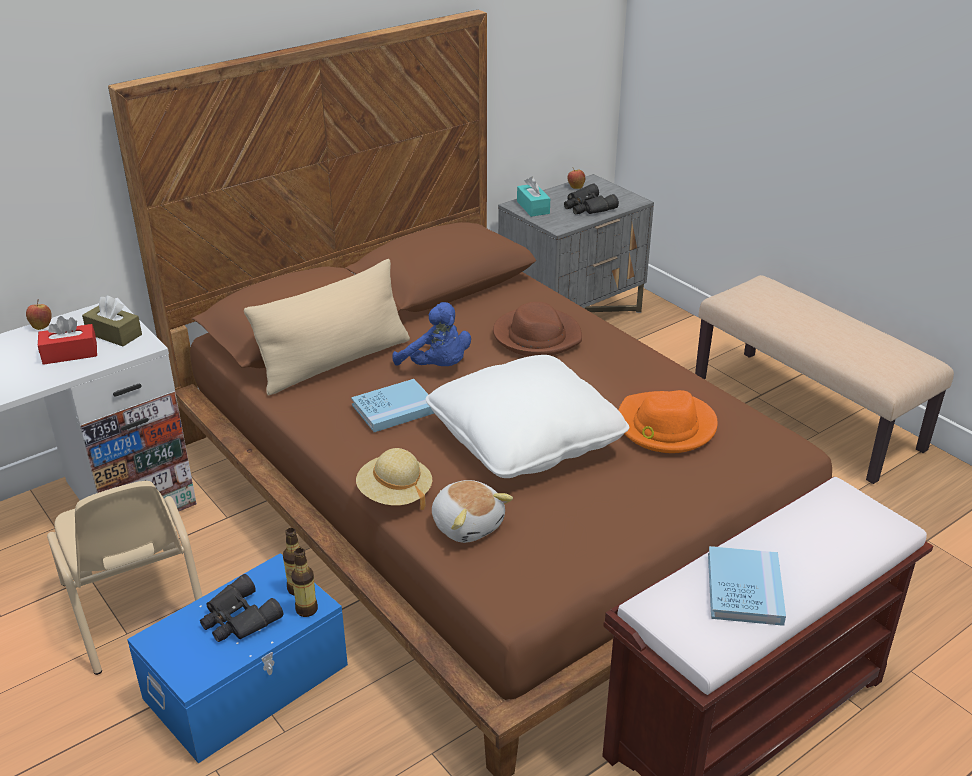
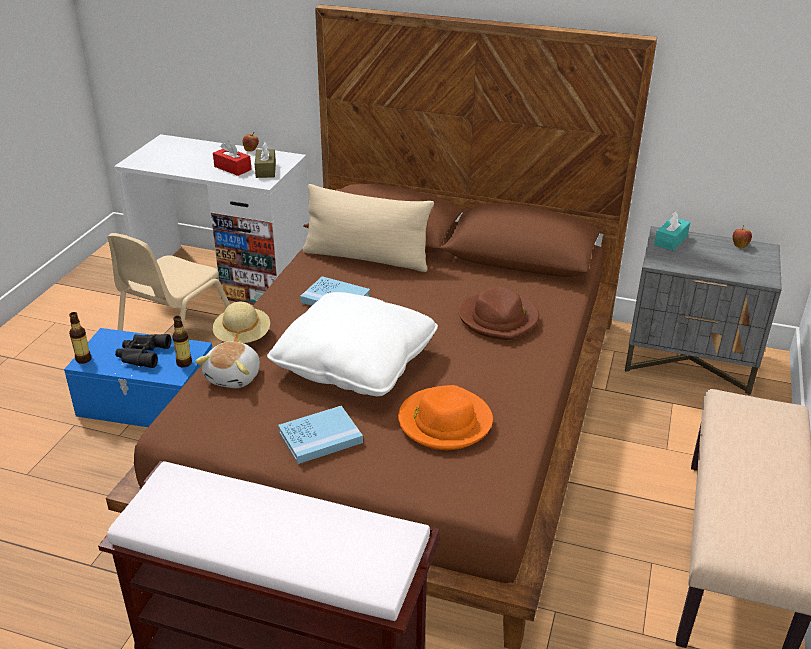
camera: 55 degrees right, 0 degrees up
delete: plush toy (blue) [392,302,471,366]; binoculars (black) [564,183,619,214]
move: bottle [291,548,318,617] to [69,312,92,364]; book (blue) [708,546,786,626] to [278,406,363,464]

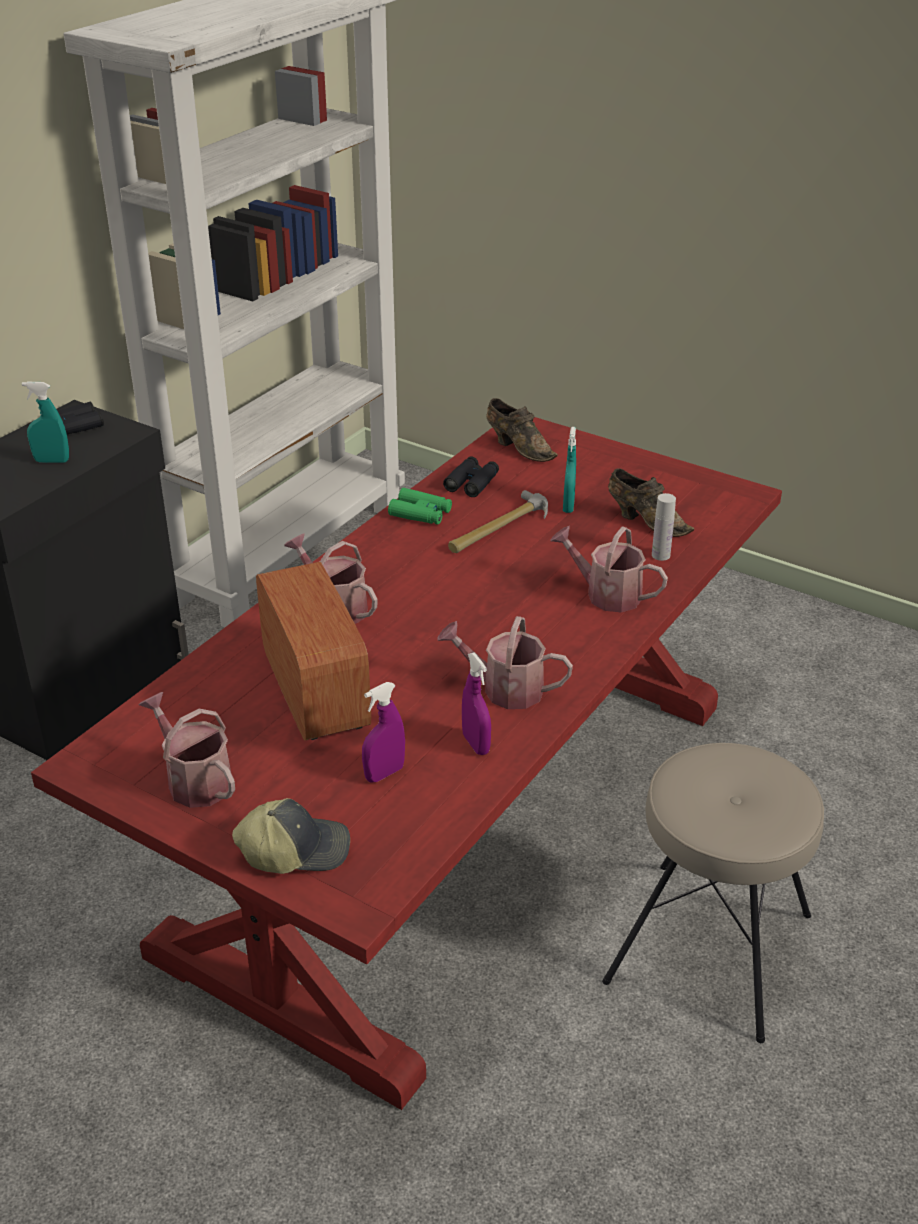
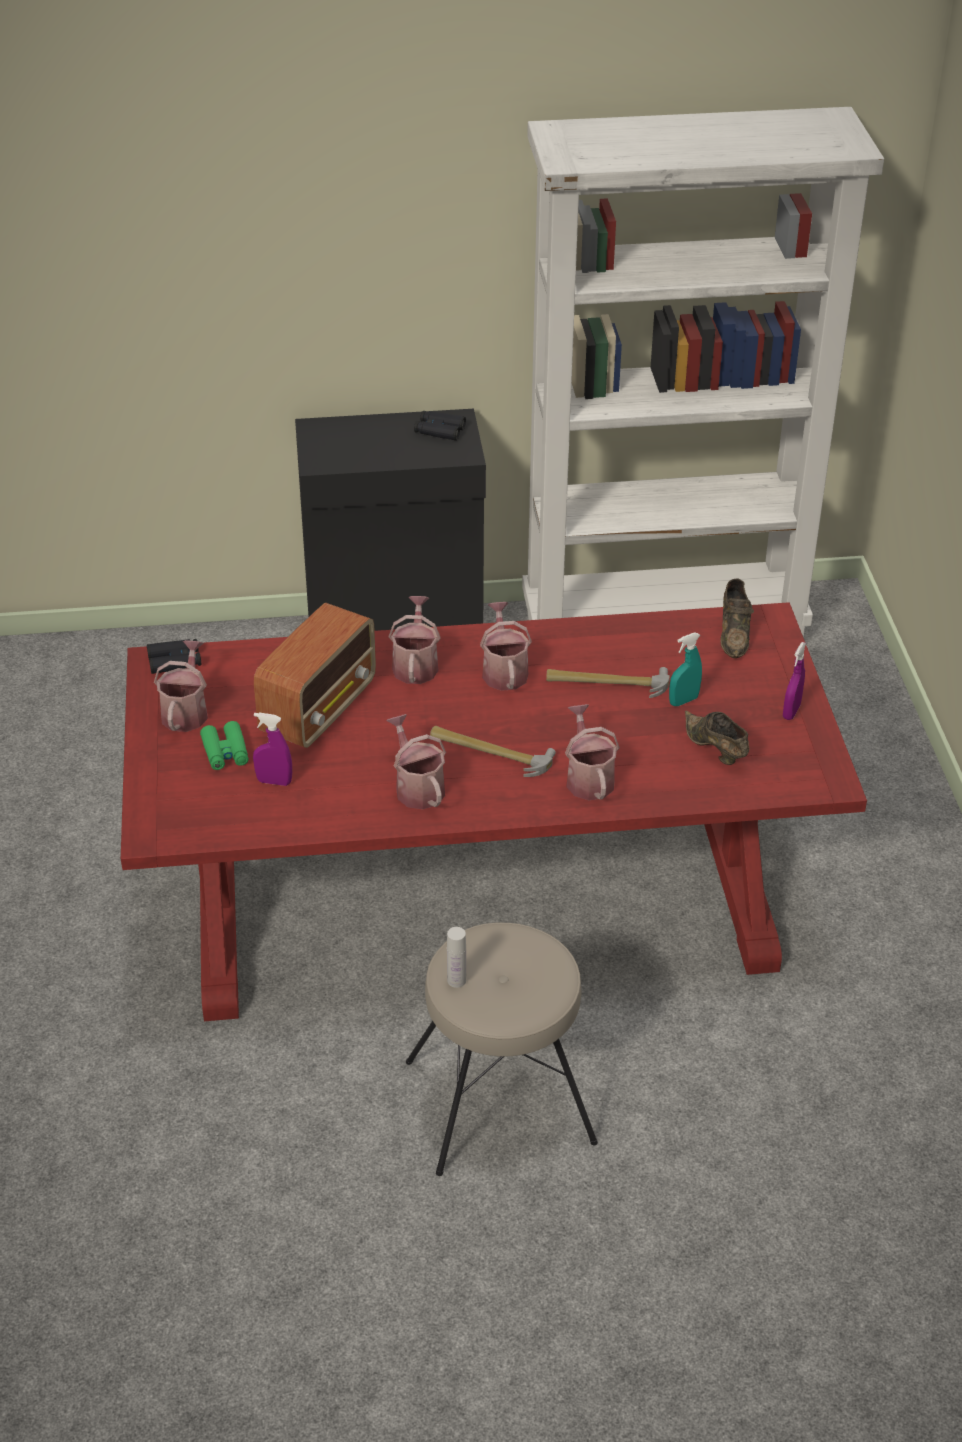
camera: 50 degrees right, 5 degrees up
delete: spray bottle (turquoise) [22,382,69,463]; cap [232,798,350,874]
insert: hammer [430,726,556,777]; watering can [480,602,532,691]
move: binoculars (black) [443,456,499,497] to [147,639,201,674]; binoculars (green) [388,488,452,525] to [200,721,249,770]; bottle (white) [652,493,676,561] to [447,927,466,988]; spray bottle (purple) [462,653,491,755] to [783,642,806,720]
rotate: shoe (brown) [608,468,694,537] = [685,710,749,765] 150 degrees clockwise

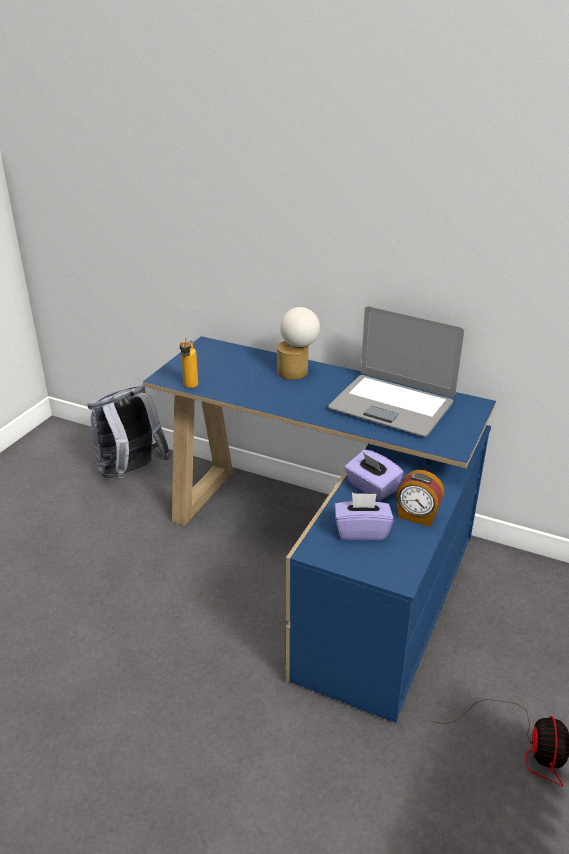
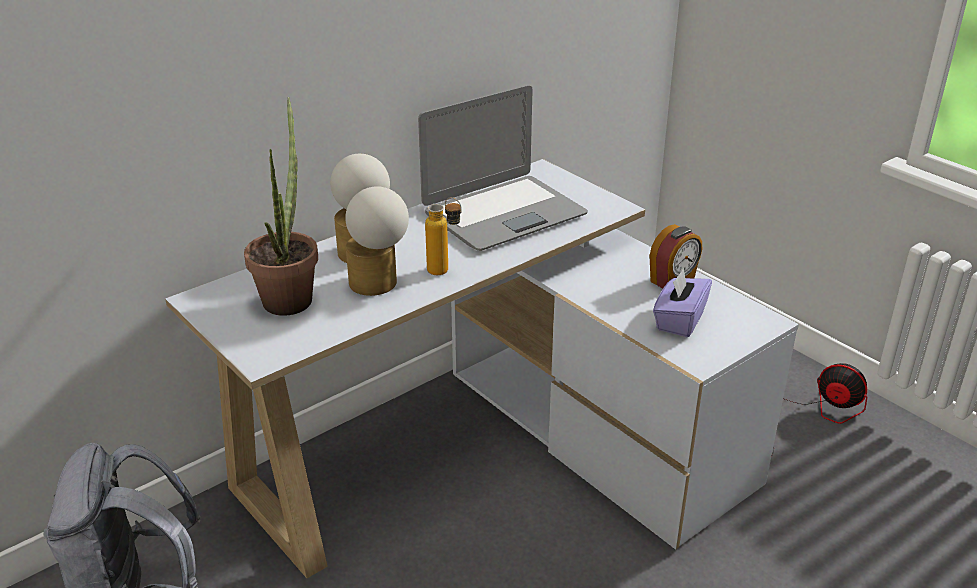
camera: 65 degrees left, 0 degrees up
delete: tissue box (purple) [344,449,404,501]
insert: potted plant [244,97,318,316]; table lamp [345,186,409,296]
move: bottle [180,337,198,388] to [425,197,462,275]
recolor: desk (blue) [143,336,496,723] to desk (white) [165,159,799,578]

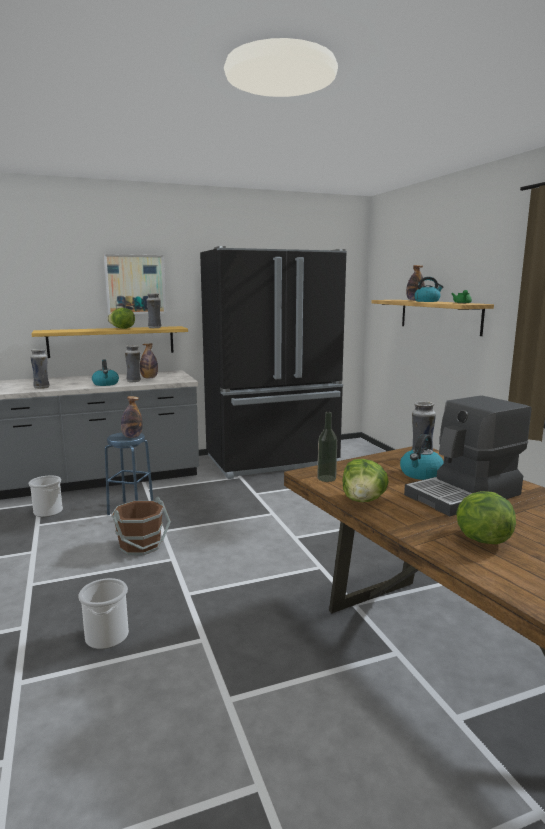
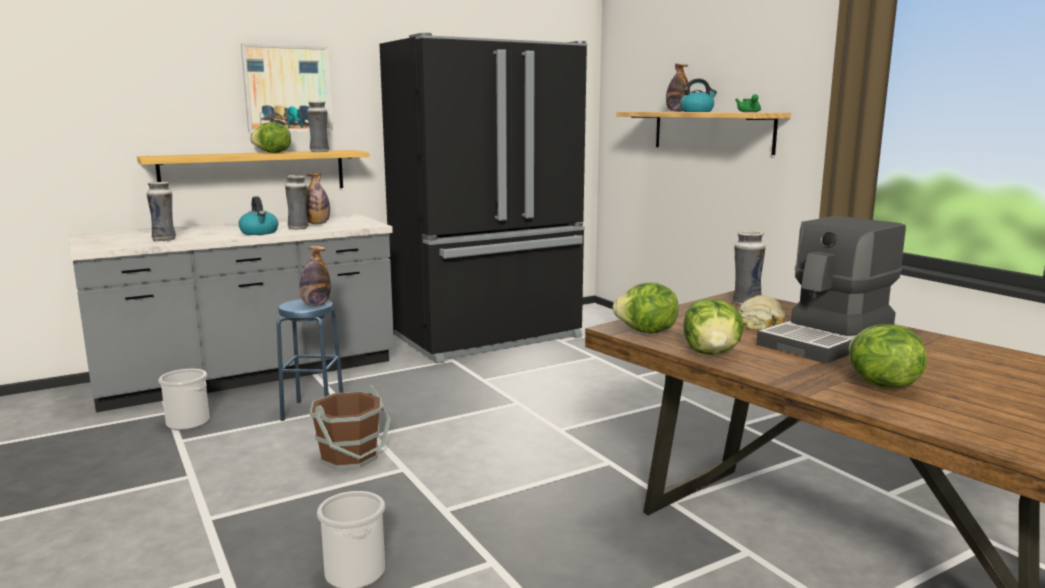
camera: 10 degrees left, 0 degrees up
replace: bottle [317,412,337,482] to lettuce [612,283,679,334]; kettle [400,434,444,480] to bread [739,295,785,330]

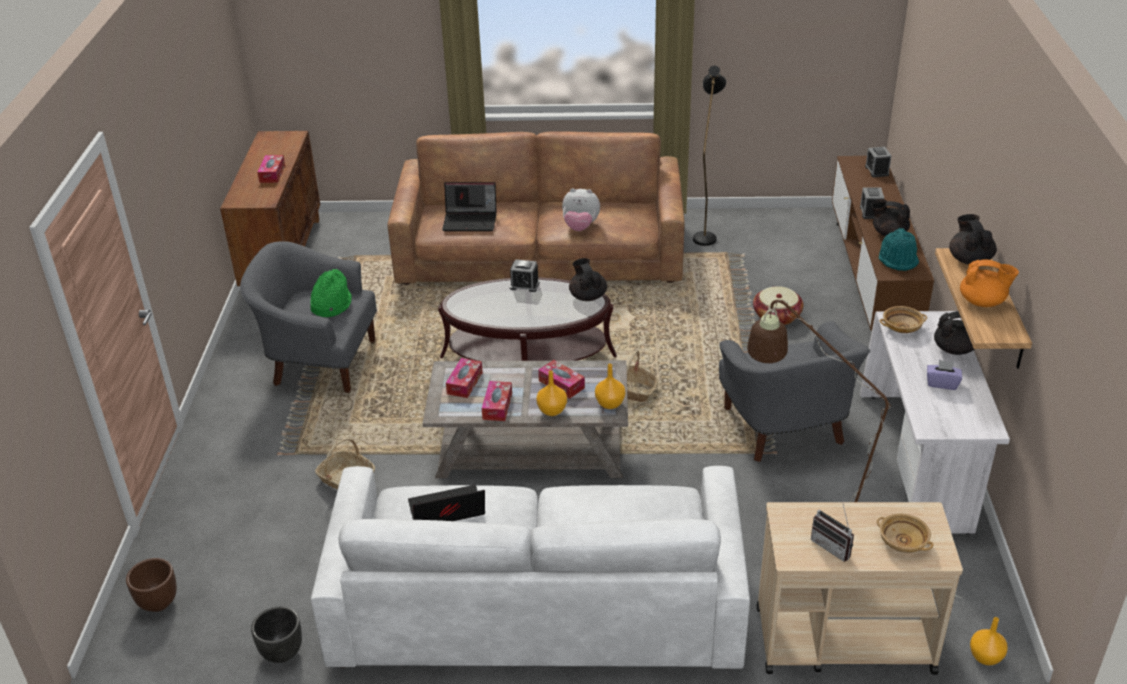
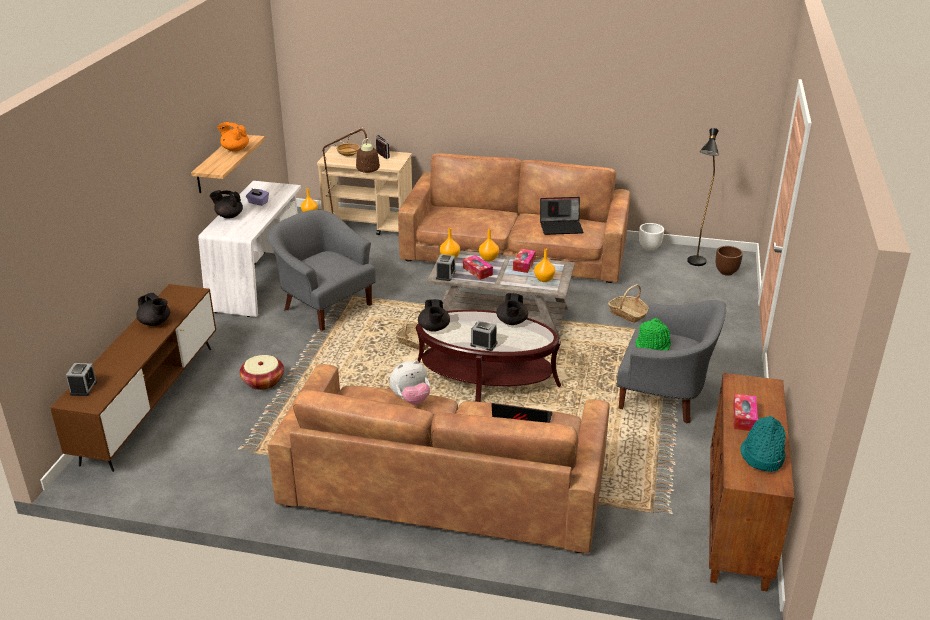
camera: 170 degrees left, 5 degrees down
delete: bowl (beige) [880,306,927,333]
move: alarm clock [860,187,884,219] to [436,254,455,281]; teapot (black) [949,214,997,265] to [496,293,528,325]; floor lamp (black) [693,65,726,246] to [687,128,719,266]; hat (turquoise) [879,228,919,271] to [740,416,786,472]
replace: tissue box [446,358,483,398] to vase (orange) [534,249,555,282]
recolor: sofa (white) [311,466,750,669] to sofa (brown) [398,153,630,283]; planter (black) [251,606,302,663] to planter (white) [639,223,664,251]
rotate: armchair (grey) [719,321,870,462] = [267,210,376,331] 45 degrees counterclockwise; plush toy [562,188,600,231] = [390,360,430,405] 135 degrees clockwise

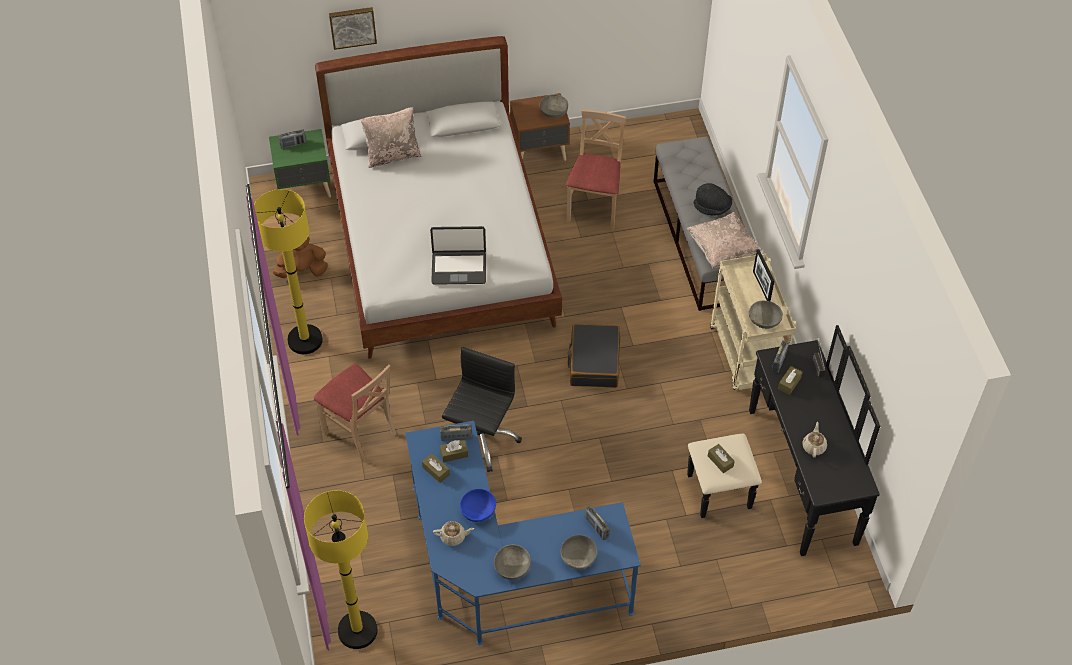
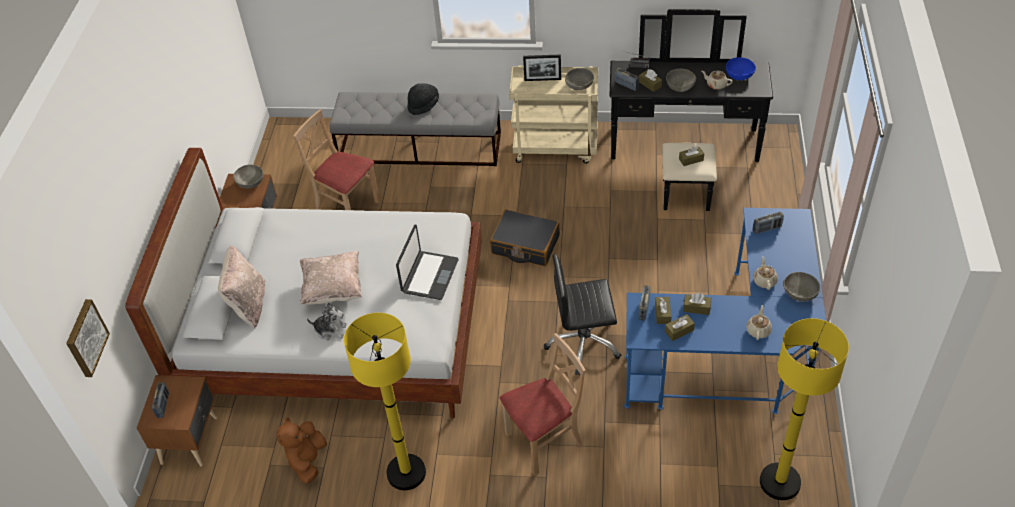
camera: 70 degrees left, 5 degrees down
insert: plush toy [307,302,347,340]; tissue box (brown) [683,293,711,315]; teapot (beige) [753,257,778,290]
move: picture [329,7,377,50] to [66,299,110,377]; pillow (beige) [687,212,762,269] to [300,251,362,305]; bowl (grey) [561,535,597,570] to [666,69,696,92]; bowl (blue) [460,489,496,522] to [726,57,756,80]
recolor: nightstand (green) [269,129,331,197] to nightstand (brown) [137,375,218,466]
rotate: office chair (black) [442,347,522,472] = [544,254,621,375] 45 degrees counterclockwise

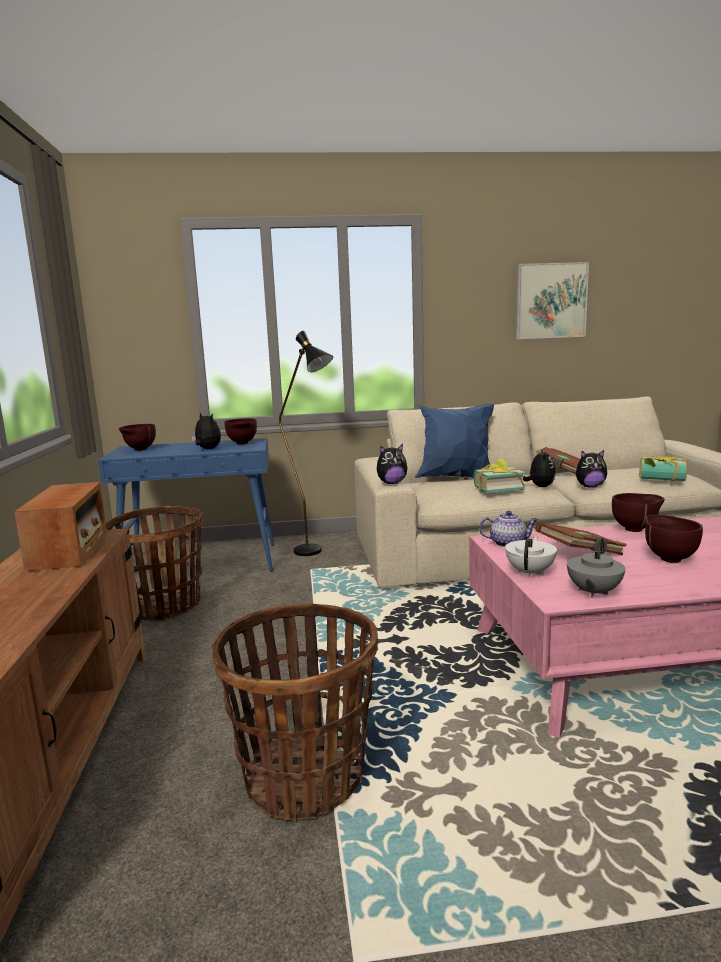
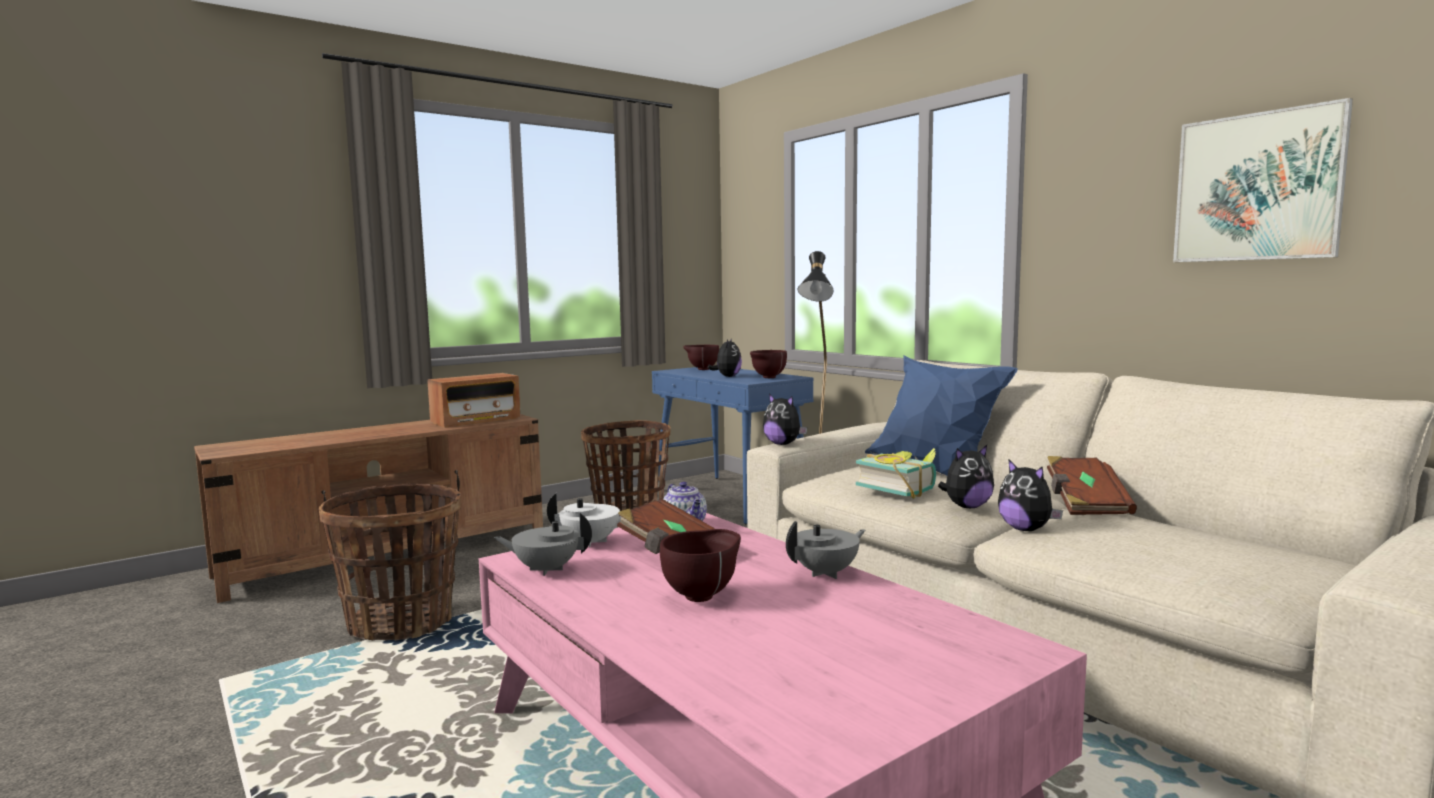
camera: 60 degrees right, 5 degrees down
delete: book [639,456,688,481]
replace: bowl (brown) [612,493,665,532] to teapot (grey) [786,521,865,579]

